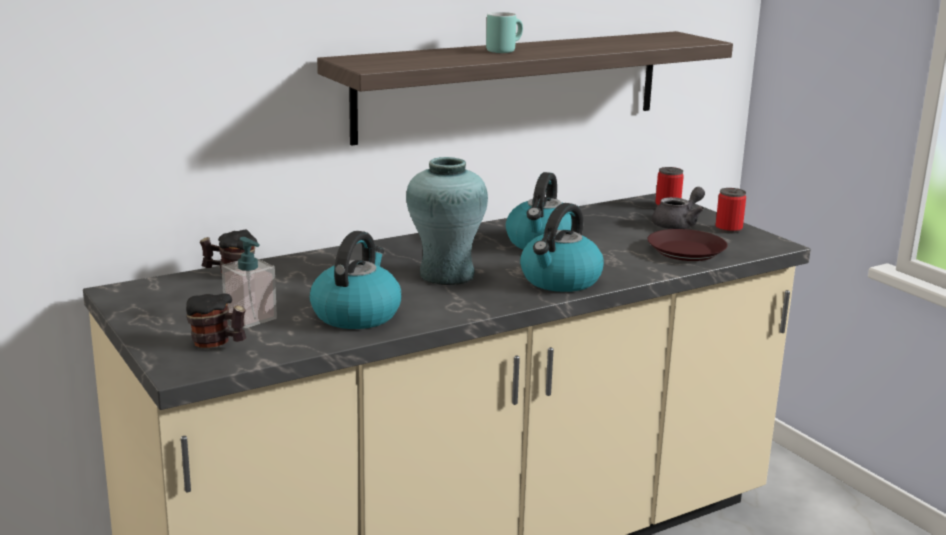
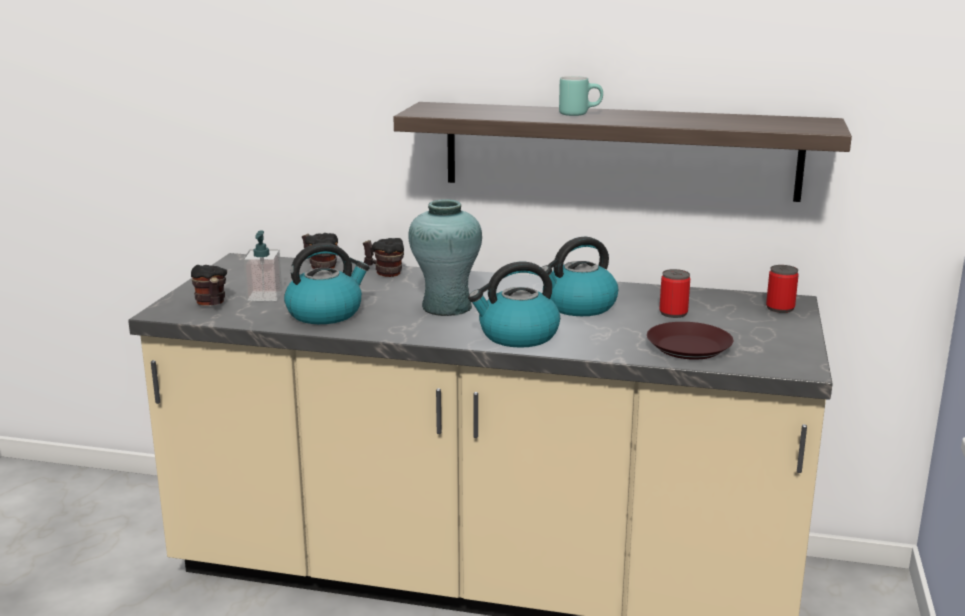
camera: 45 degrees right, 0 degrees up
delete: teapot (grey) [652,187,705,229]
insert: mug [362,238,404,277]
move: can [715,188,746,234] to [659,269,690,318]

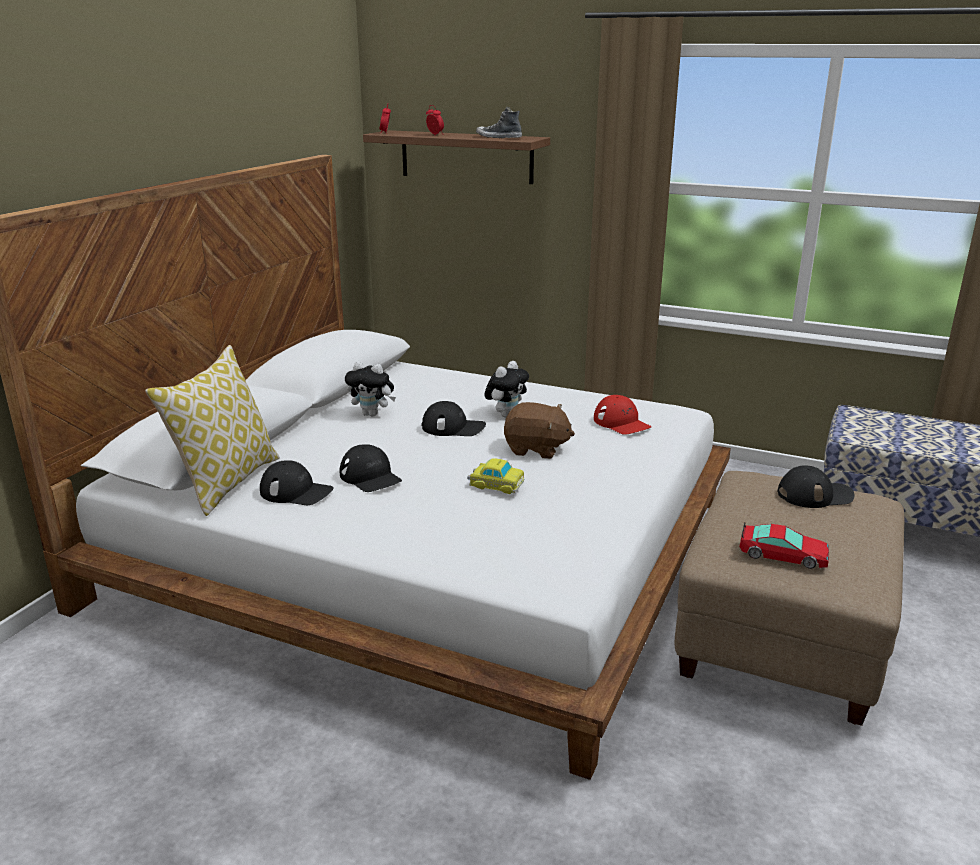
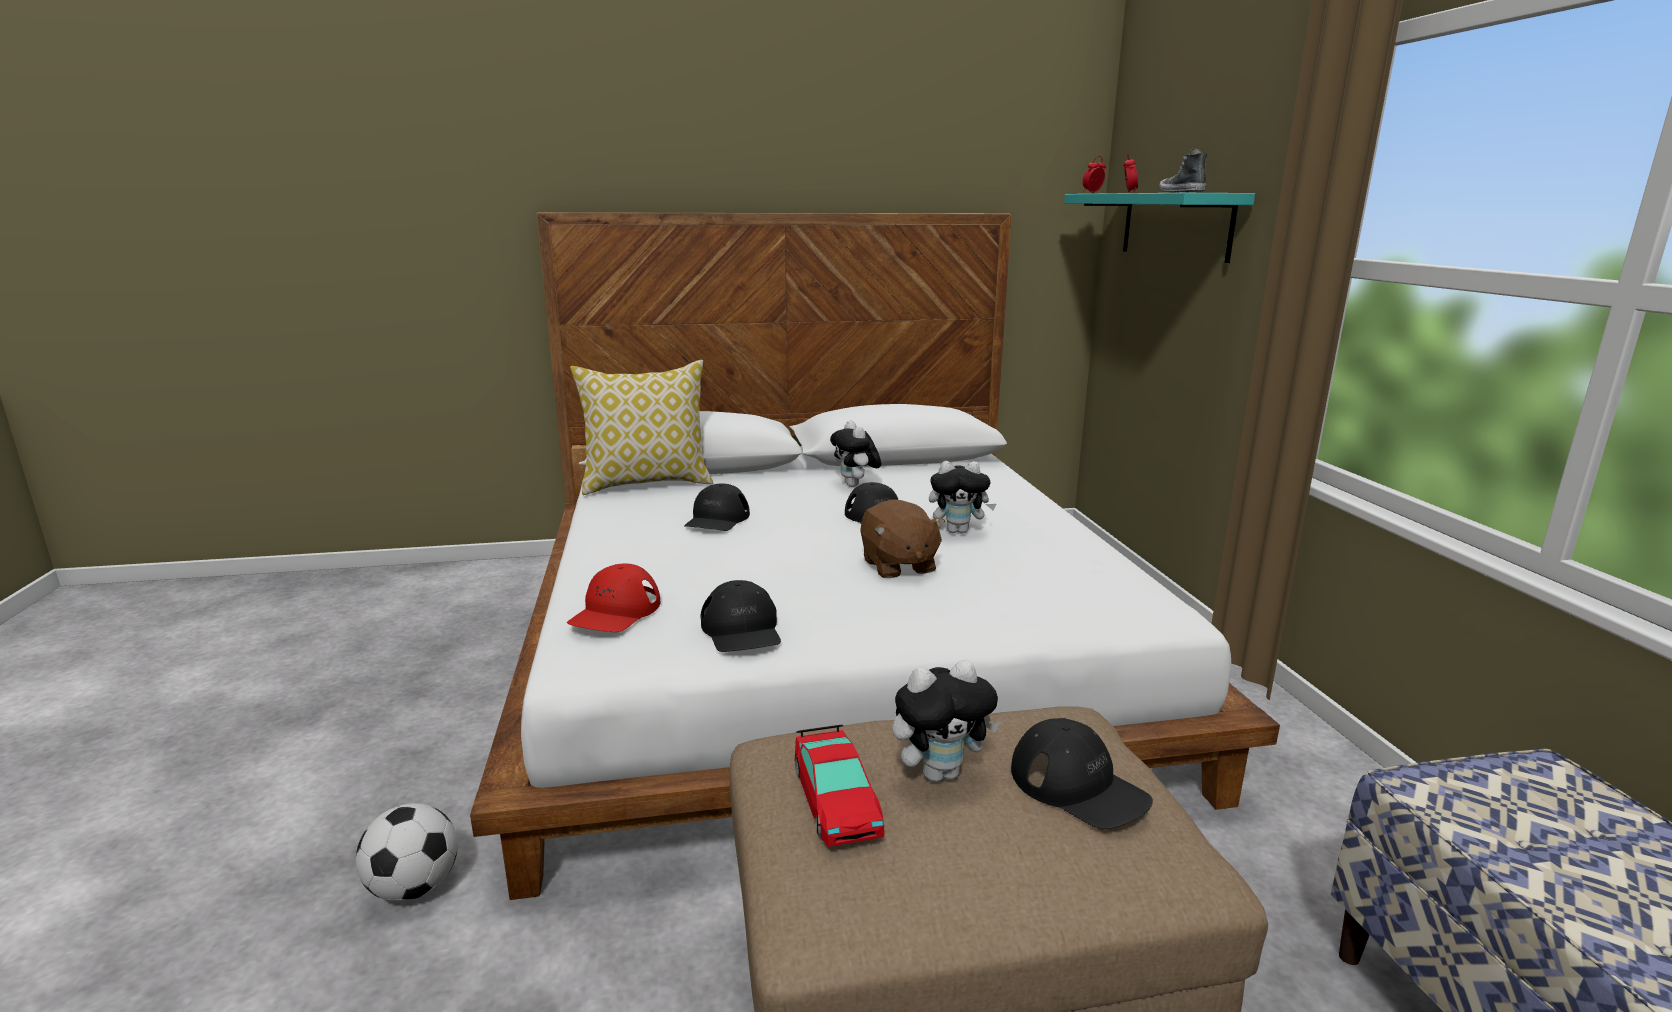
camera: 55 degrees right, 5 degrees down
delete: toy car [467,458,525,494]
insert: football [356,803,458,902]; plush toy [892,660,1000,782]
move: cap (red) [594,395,652,435] to [567,564,660,632]; cap (black) [260,460,333,505] to [701,580,781,652]
recolor: shelf (brown) [363,130,550,184] to shelf (turquoise) [1064,193,1255,263]

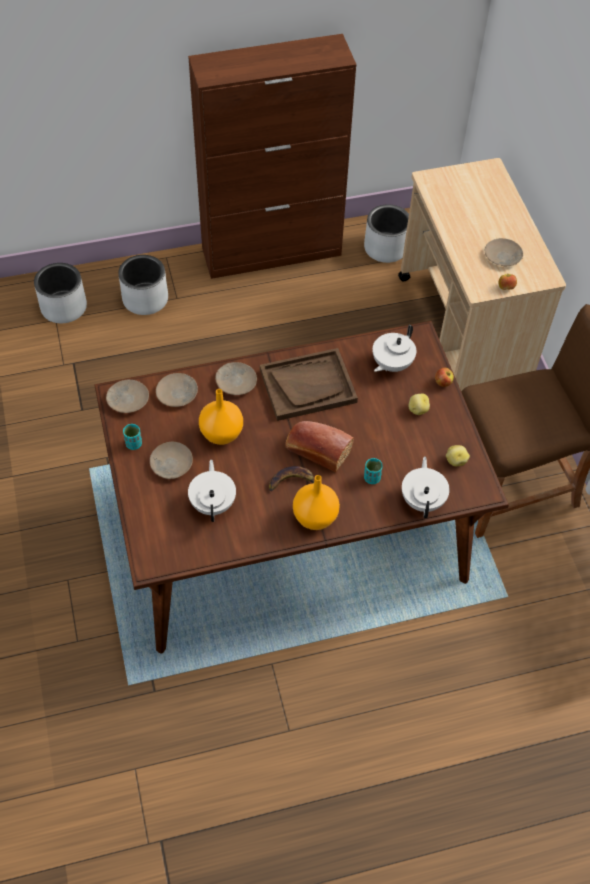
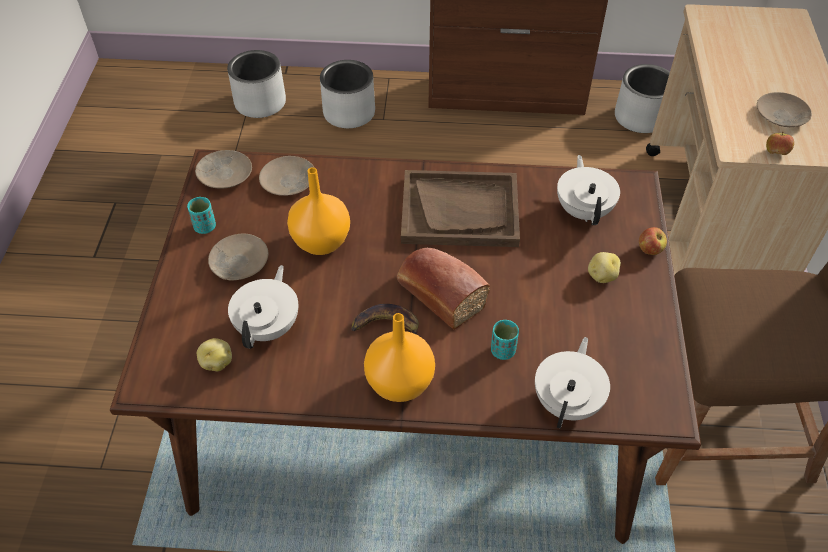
camera: 20 degrees right, 5 degrees down
delete: plate (beige) [215,362,257,395]
move: potato [446,445,470,466] to [197,338,232,371]
rotate: teapot (white) [373,325,416,372] = [557,155,620,225] 120 degrees clockwise

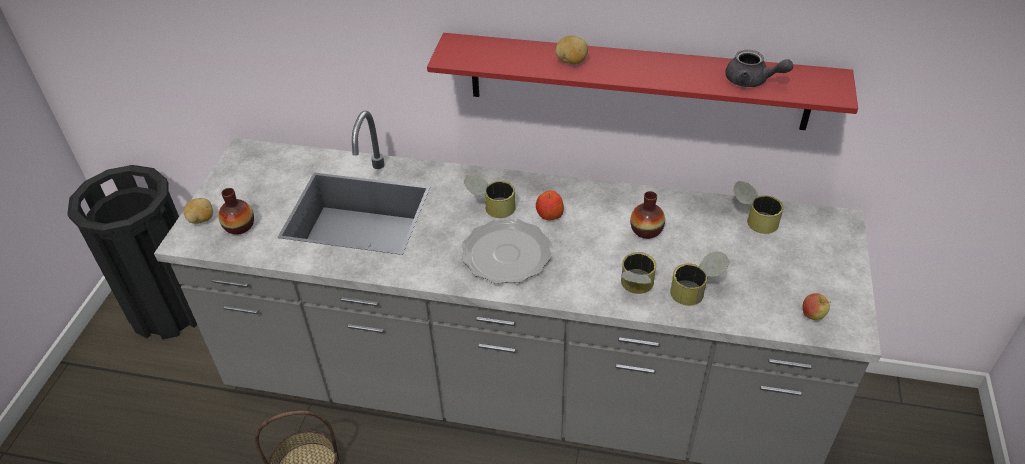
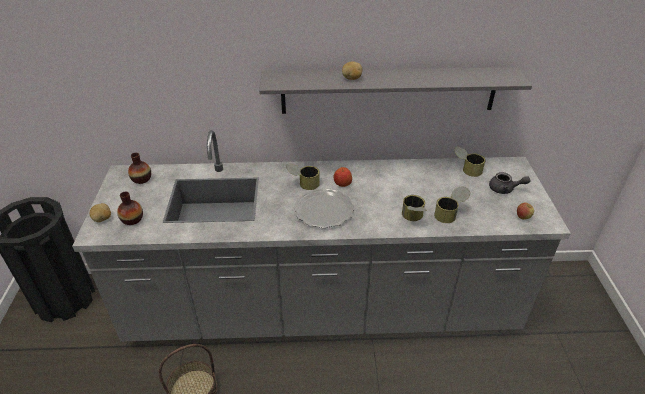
camera: 15 degrees left, 5 degrees down
move: vase [630,191,665,239] to [128,153,151,184]; teapot (grey) [726,50,793,87] to [489,172,531,194]
recolor: shelf (red) [427,33,858,130] to shelf (grey) [259,67,532,114]

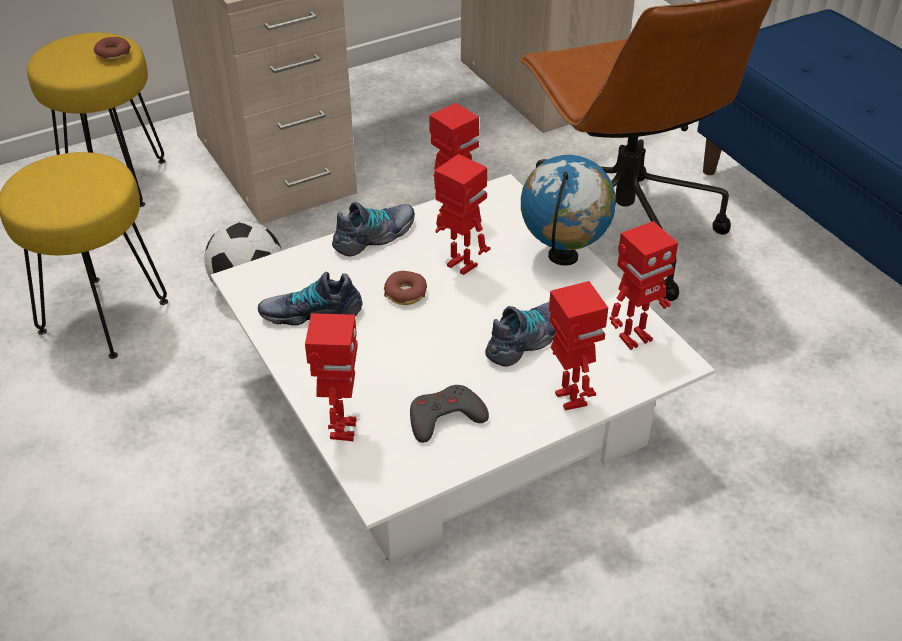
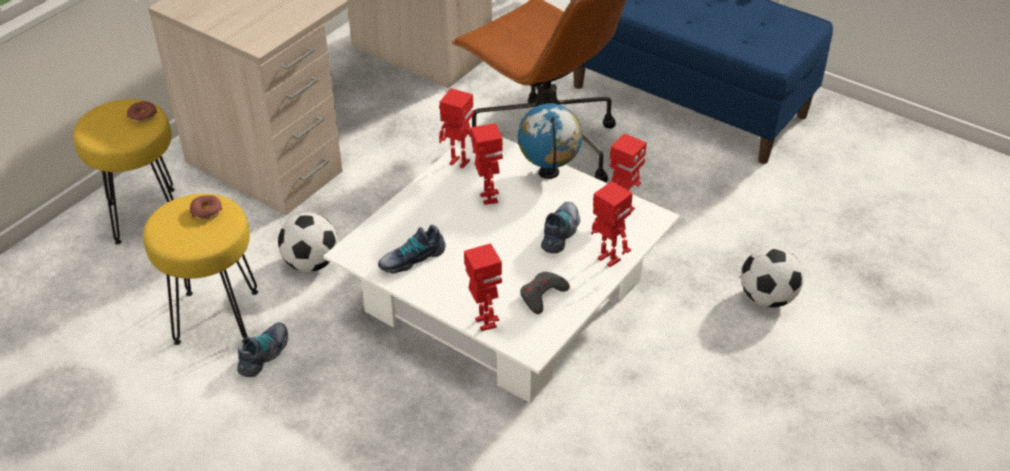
camera: 25 degrees left, 0 degrees up
insert: football [741,246,804,308]
move: donut [384,271,427,305] to [190,195,222,220]; shoe [332,202,415,257] to [237,323,288,377]
rotate: toy robot [434,154,491,275] = [471,123,503,205] 60 degrees clockwise

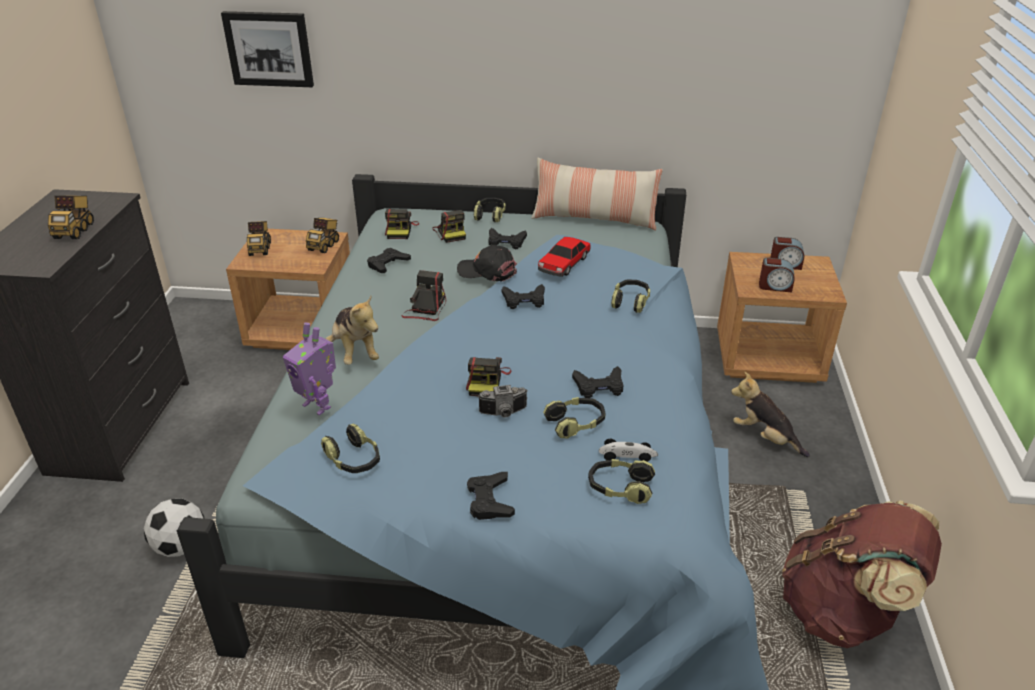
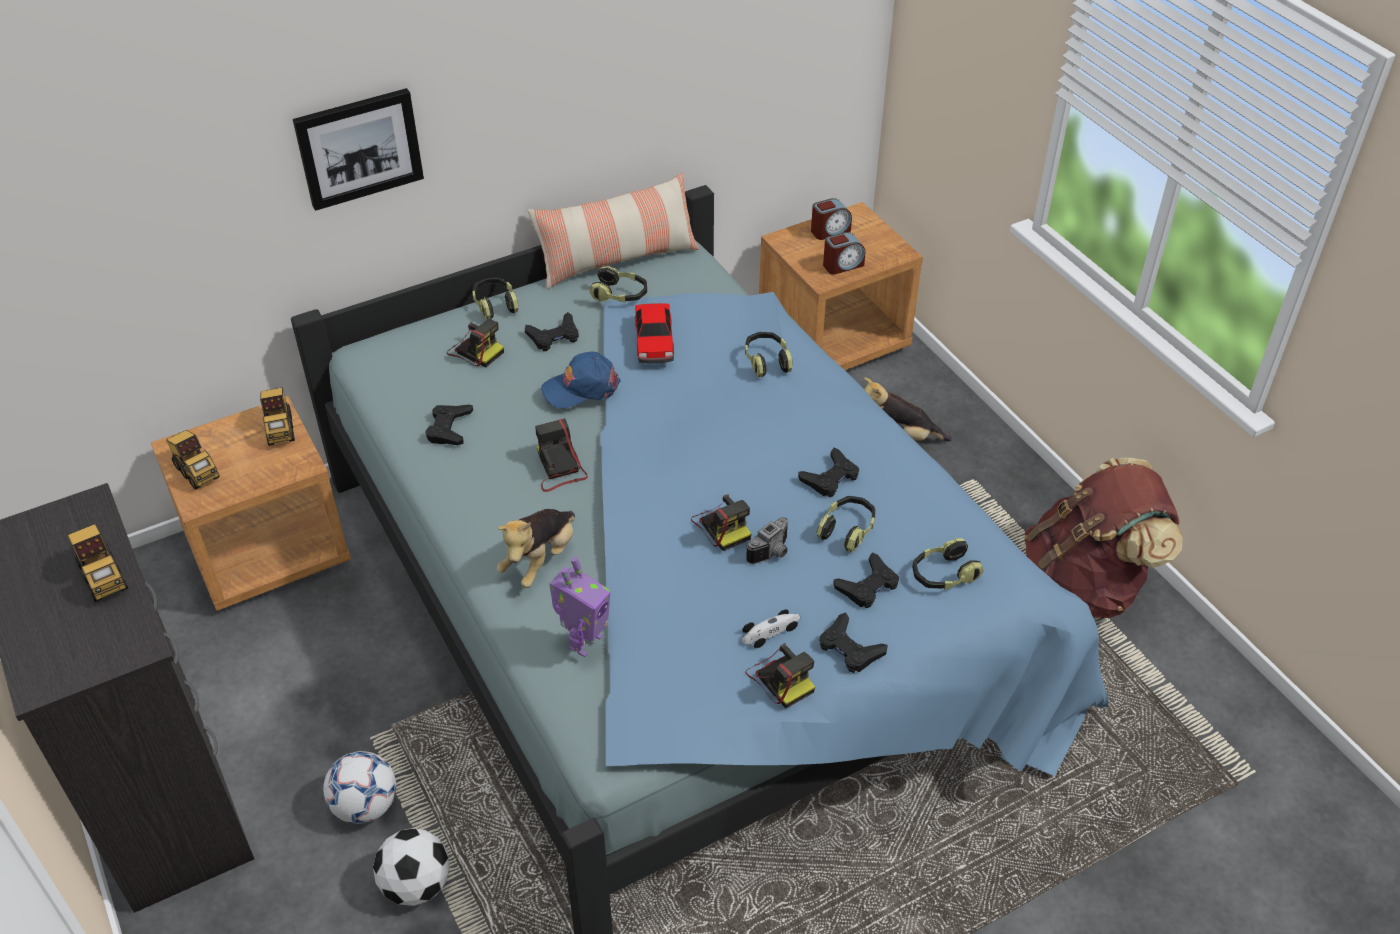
camera: 35 degrees left, 10 degrees up
insert: football [323,751,396,824]
move: picture [221,11,314,87] to [293,88,424,211]; headphones [321,424,380,473] to [589,266,647,302]; toy car [599,439,658,462] to [742,609,801,648]; photo camera [385,209,419,239] to [746,643,815,708]; game controller (black) [502,284,545,309] to [833,552,899,608]
recolor: cap (black) [457,245,517,281] to cap (blue) [541,351,621,409]
rotate: plush toy [326,296,379,365] = [497,509,575,588] 90 degrees clockwise; toy robot [283,322,336,415] = [549,557,610,657] 60 degrees counterclockwise

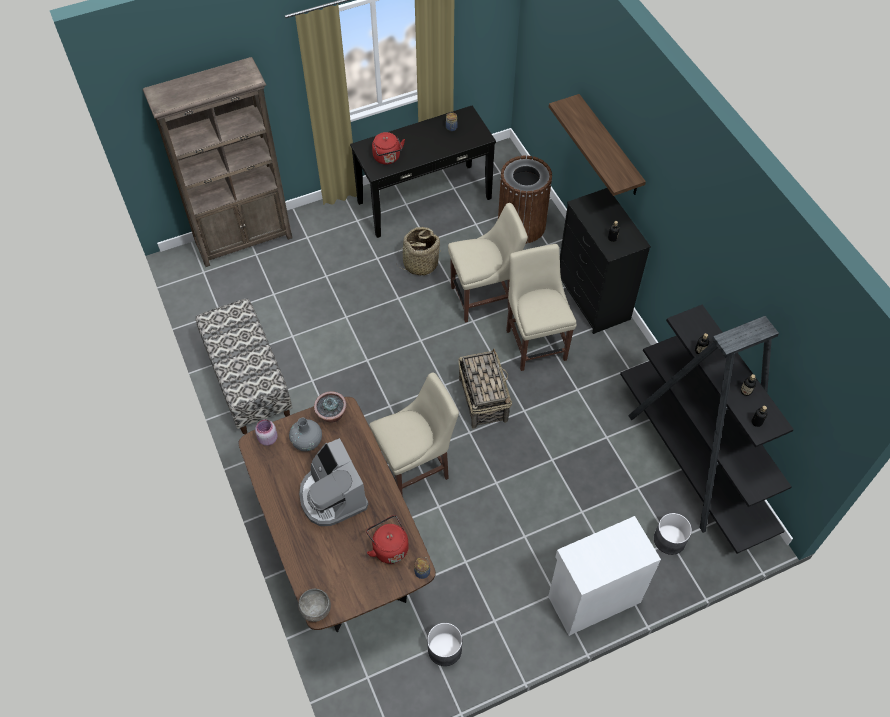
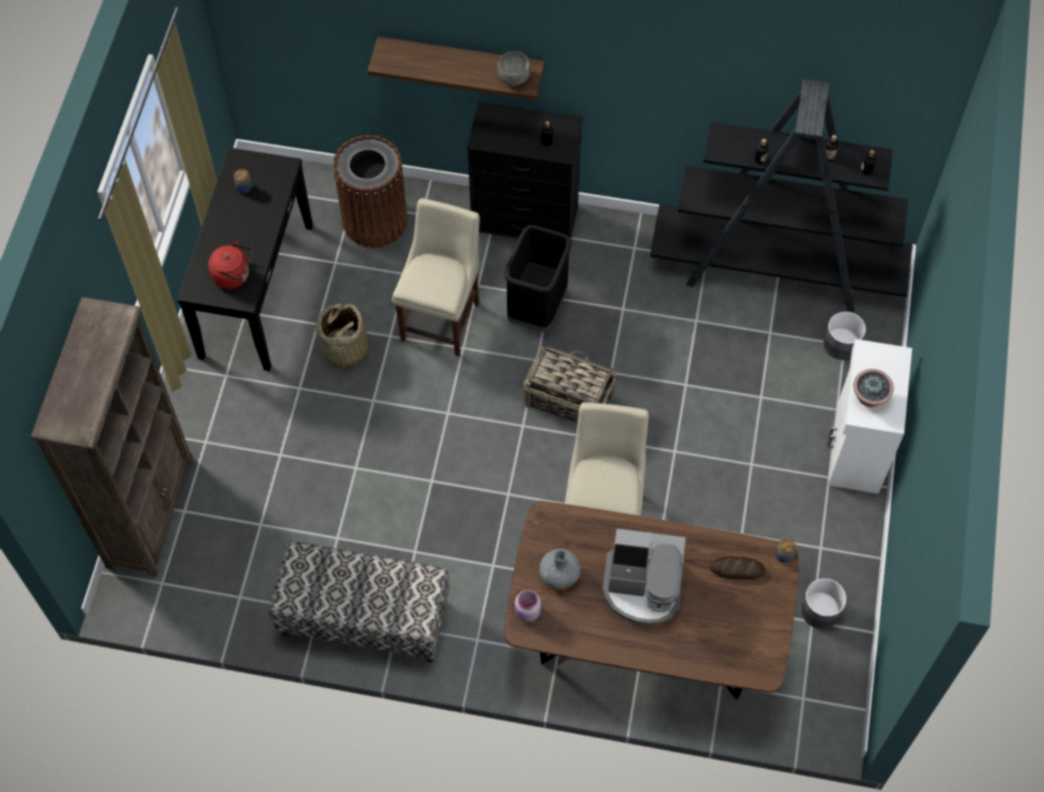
camera: 55 degrees left, 5 degrees up
move: bowl (grey) [298,589,331,622] to [497,52,531,86]; potted plant [314,391,347,423] to [853,369,894,407]
replace: chair (beige) [506,244,577,371] to trash can (black) [505,225,571,332]; kettle (red) [366,515,409,564] to bread [710,556,765,580]

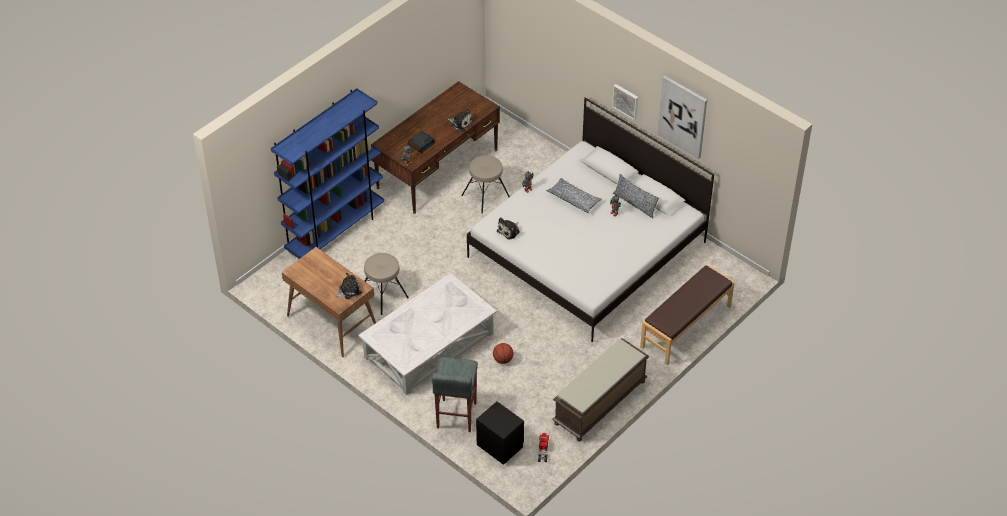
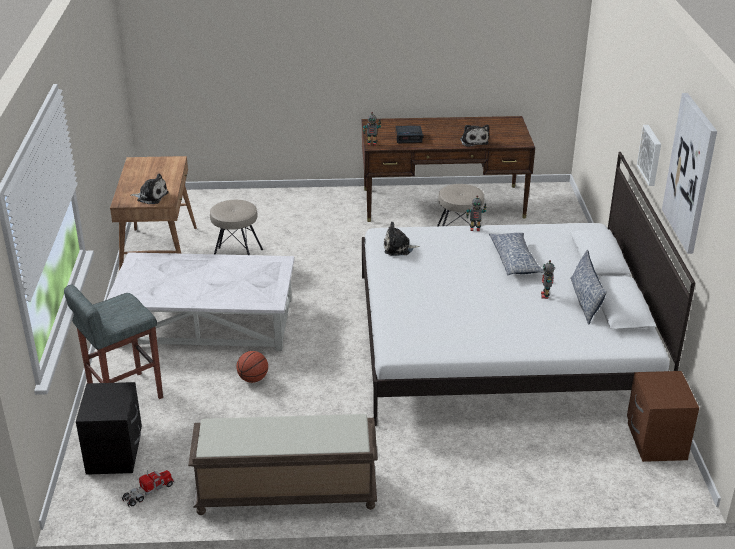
camera: 45 degrees right, 15 degrees down
delete: bookcase (blue) [271,88,384,259]; bench (brown) [640,265,735,365]
insert: nightstand (brown) [627,371,699,462]

